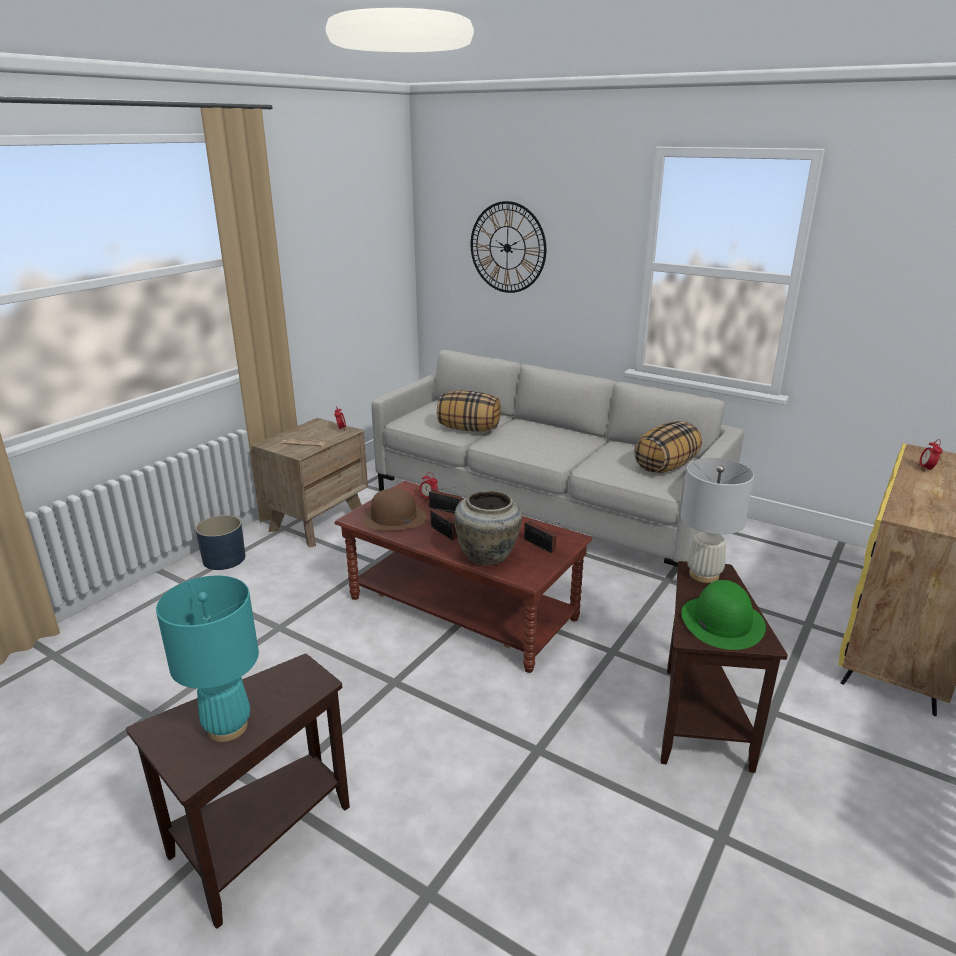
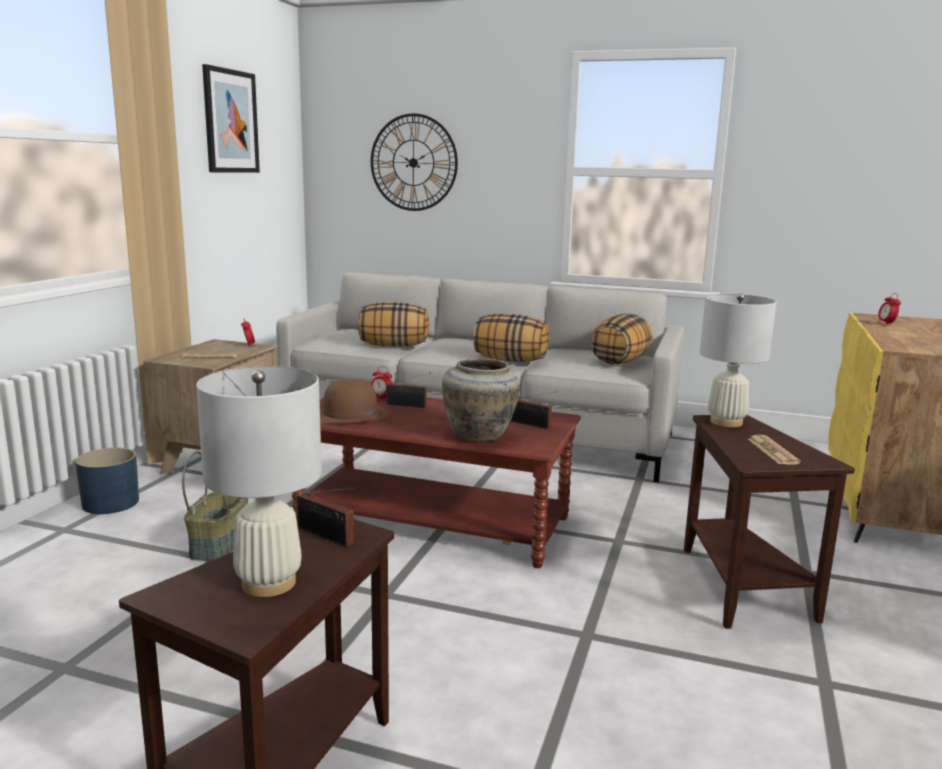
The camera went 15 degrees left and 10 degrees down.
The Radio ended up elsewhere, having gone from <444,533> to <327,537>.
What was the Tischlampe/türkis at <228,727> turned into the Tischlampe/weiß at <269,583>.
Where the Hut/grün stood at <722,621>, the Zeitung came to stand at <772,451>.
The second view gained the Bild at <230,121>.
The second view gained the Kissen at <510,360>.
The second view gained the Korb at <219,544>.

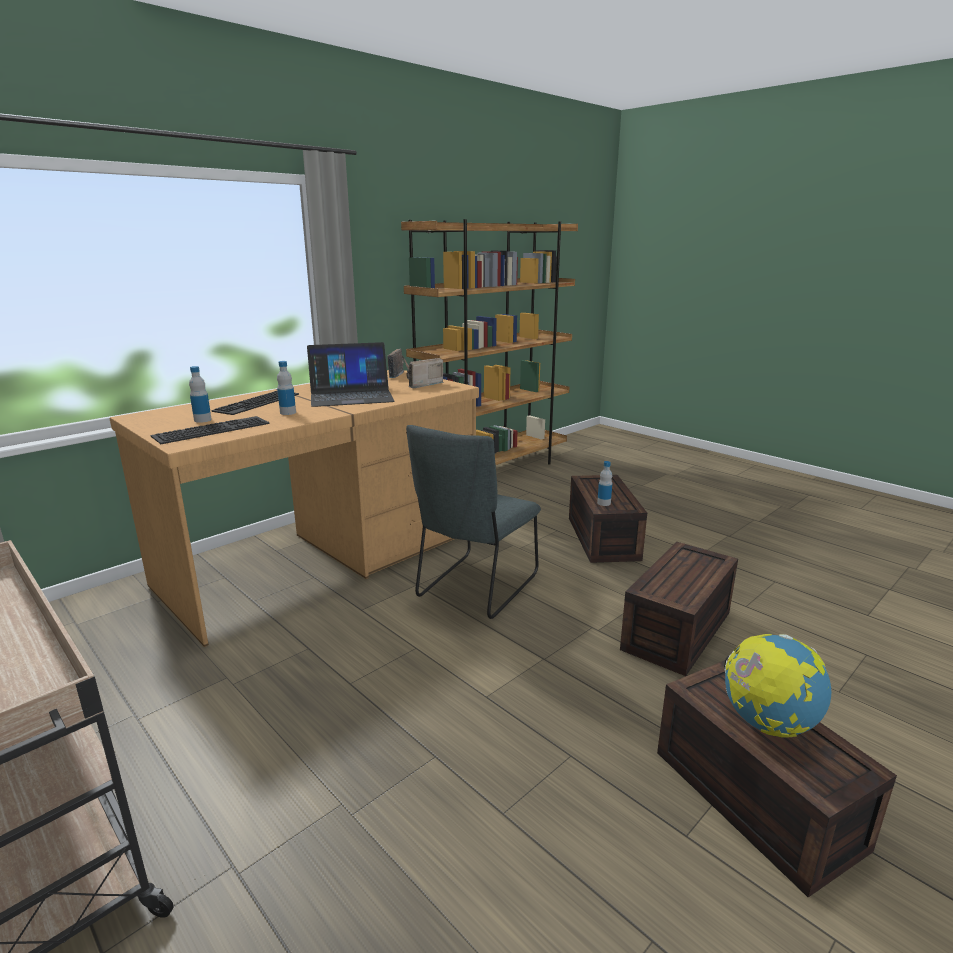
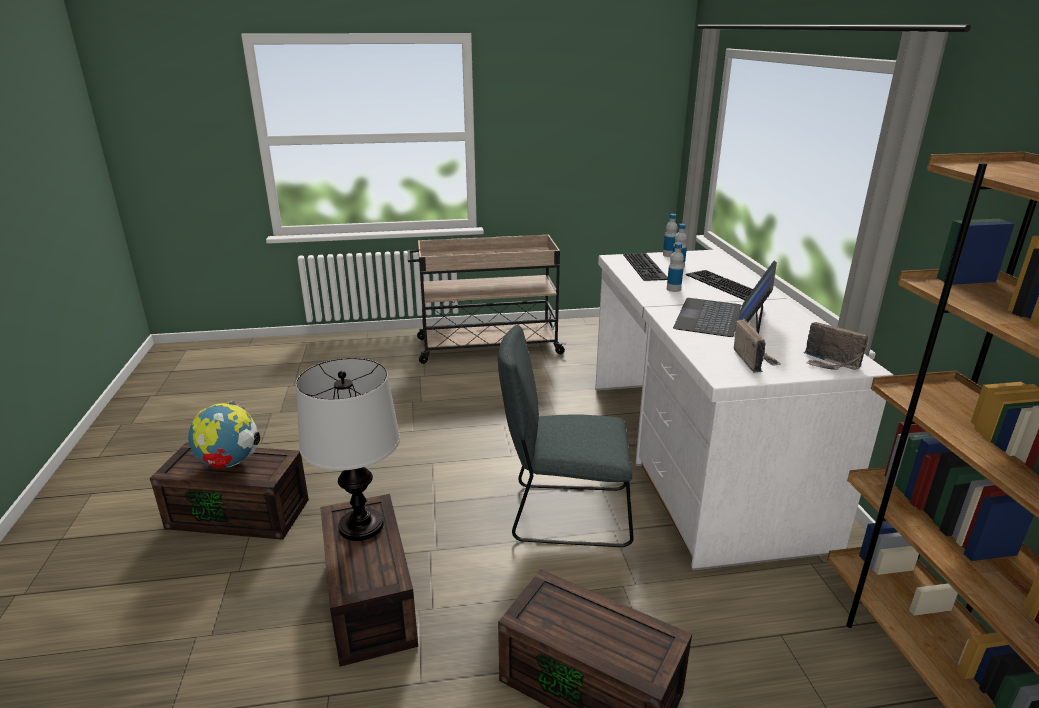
The camera went 125 degrees right and 5 degrees up.
What was the Schreibtisch/braun at <327,558> turned into the Schreibtisch/weiß at <694,456>.
The Stuhl/grau at <475,588> ended up facing another way, 60 degrees counterclockwise from before.
The Flasche ended up elsewhere, having gone from <604,503> to <669,255>.
The second view gained the Tischlampe at <360,526>.

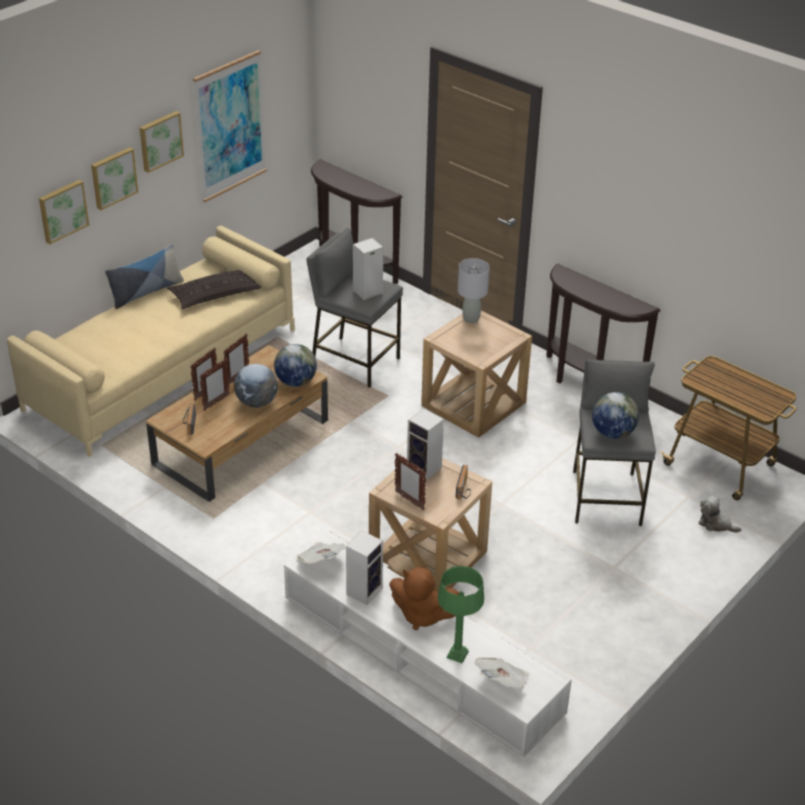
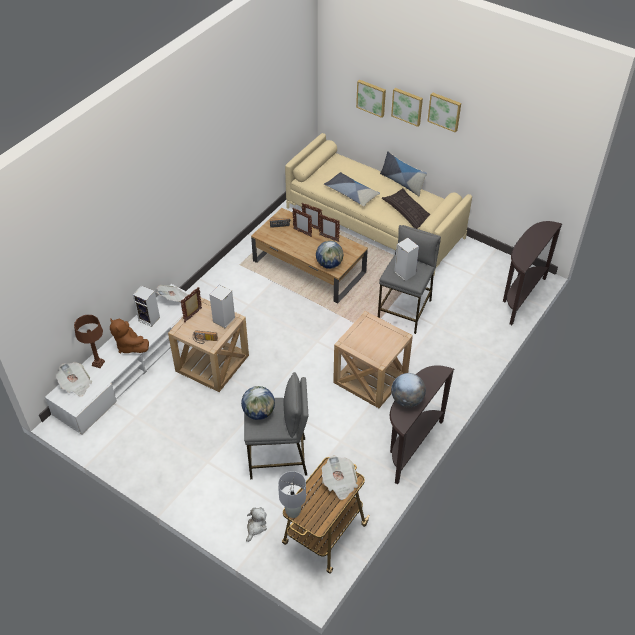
The camera went 85 degrees right and 10 degrees up.
The second view lost the Bild at <230,126>.
The Tischlampe/grau ended up elsewhere, having gone from <470,319> to <293,512>.
The Globus ended up elsewhere, having gone from <257,402> to <407,400>.
What was the Tischlampe/grün at <457,655> turned into the Tischlampe/braun at <98,363>.
The Plüschtier/braun at <422,615> ended up facing another way, 60 degrees counterclockwise from before.
The second view gained the Kissen at <351,193>.
The second view gained the Zeitung at <339,483>.

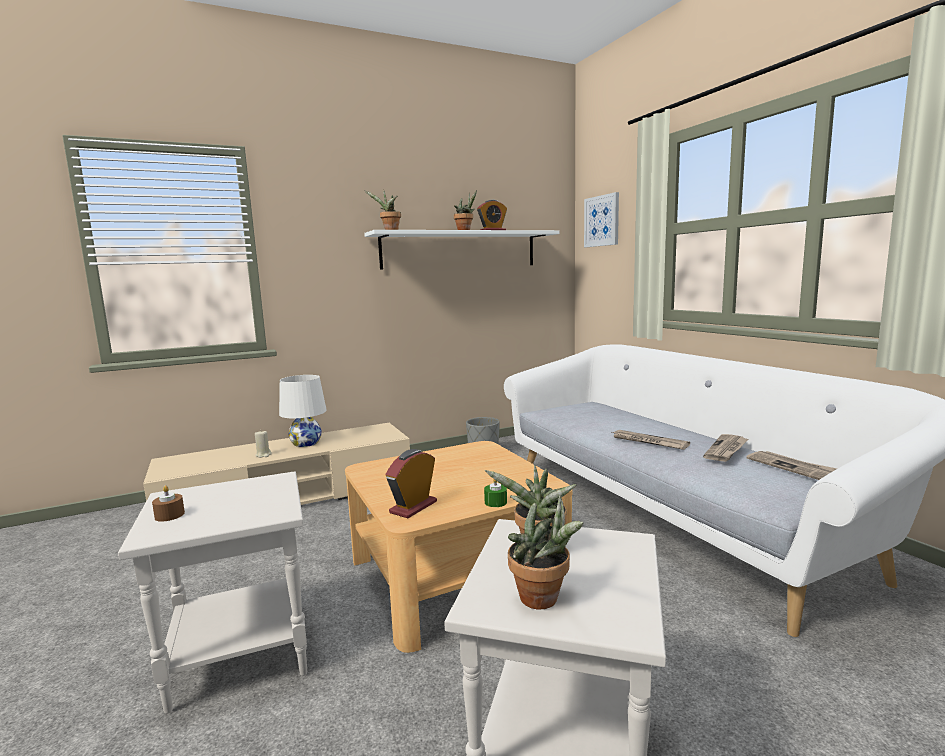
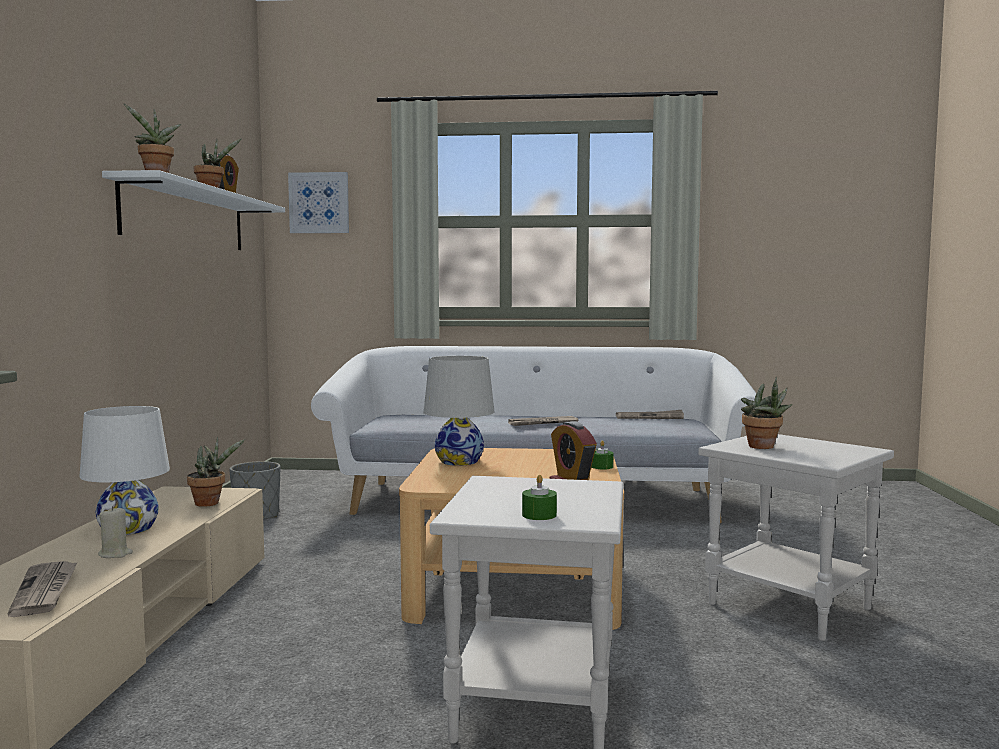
The camera went 60 degrees left and 5 degrees down.
The Zeitung ended up elsewhere, having gone from <726,450> to <45,591>.
What was the Kerze/braun at <169,515> turned into the Kerze/grün at <539,515>.
The Topfpflanze ended up elsewhere, having gone from <544,600> to <211,503>.
The second view gained the Tischlampe/weiß at <459,461>.

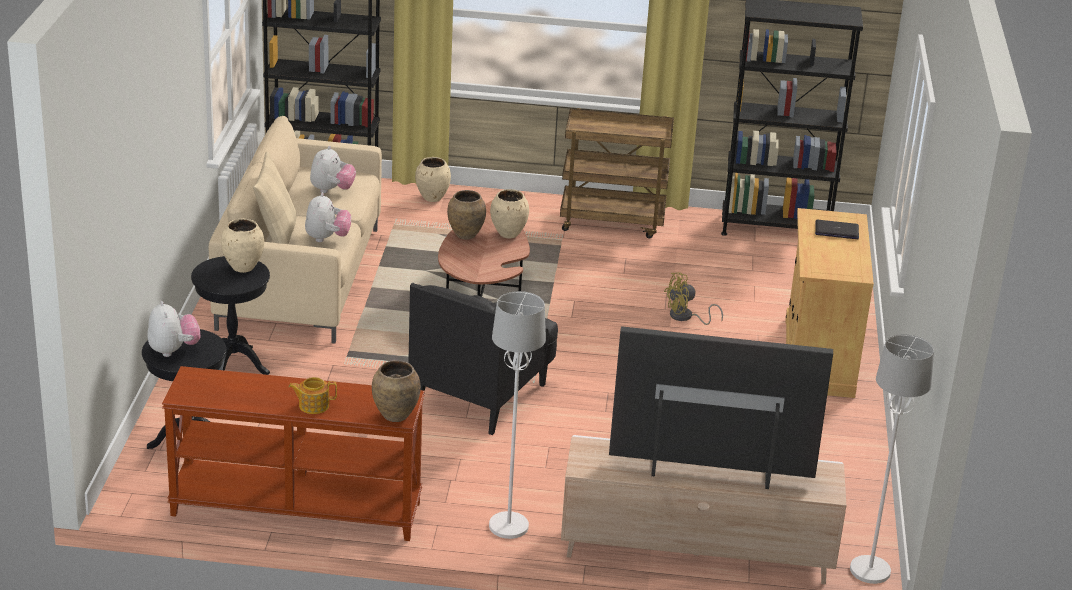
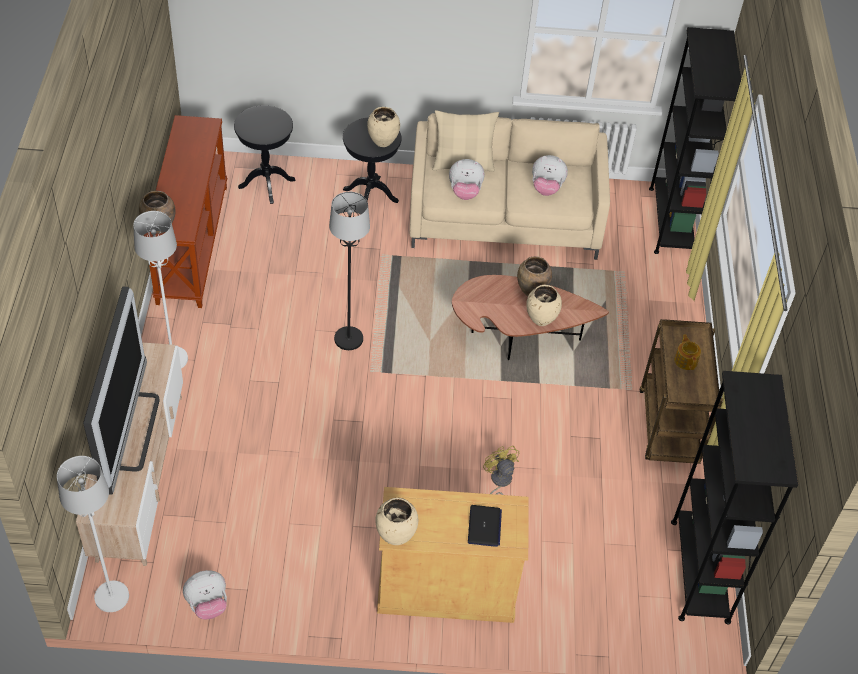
The camera went 85 degrees right and 20 degrees up.
The Vase/beige ended up elsewhere, having gone from <432,198> to <395,536>.
Where the Sessel/schwarz stood at <481,395>, the Stehlampe/schwarz came to stand at <348,338>.
The Plüschtier ended up elsewhere, having gone from <173,350> to <207,605>.
The Teekanne ended up elsewhere, having gone from <313,405> to <686,360>.

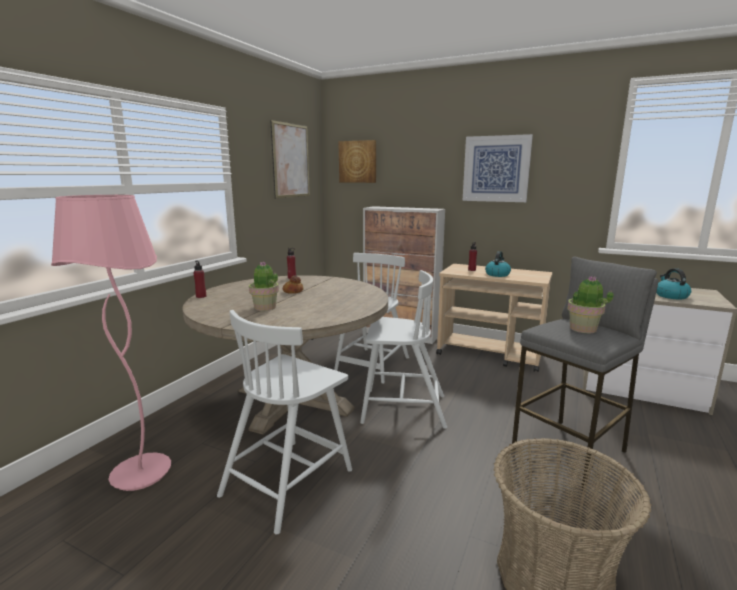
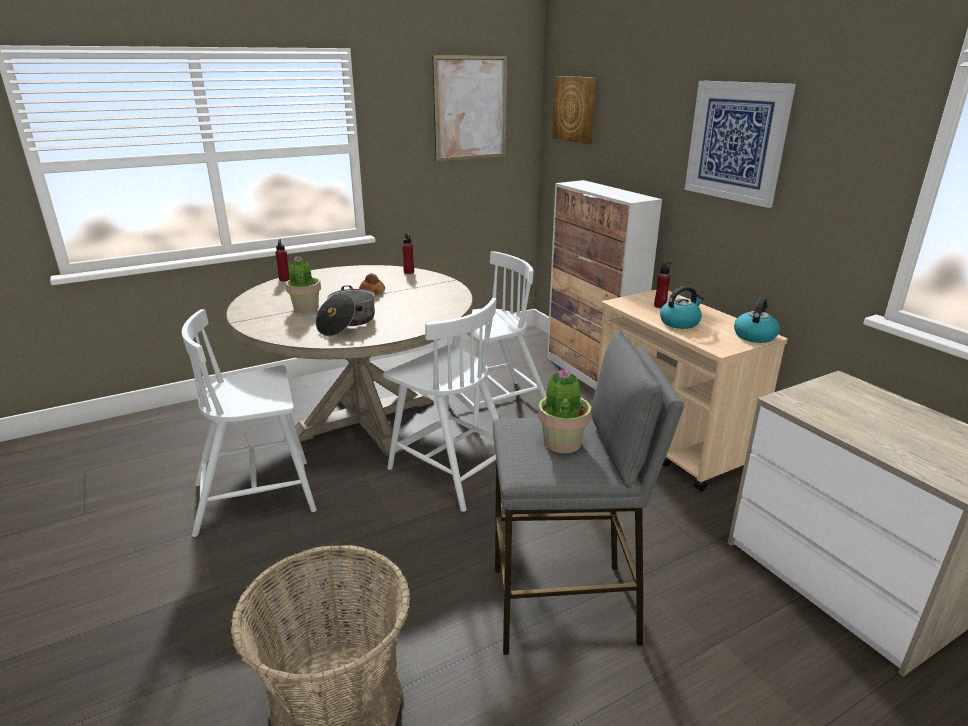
The camera went 35 degrees right and 10 degrees up.
The second view lost the Stehlampe/rosa at <141,474>.
The Wasserkessel ended up elsewhere, having gone from <671,296> to <754,336>.
The second view gained the Kochtopf at <347,323>.

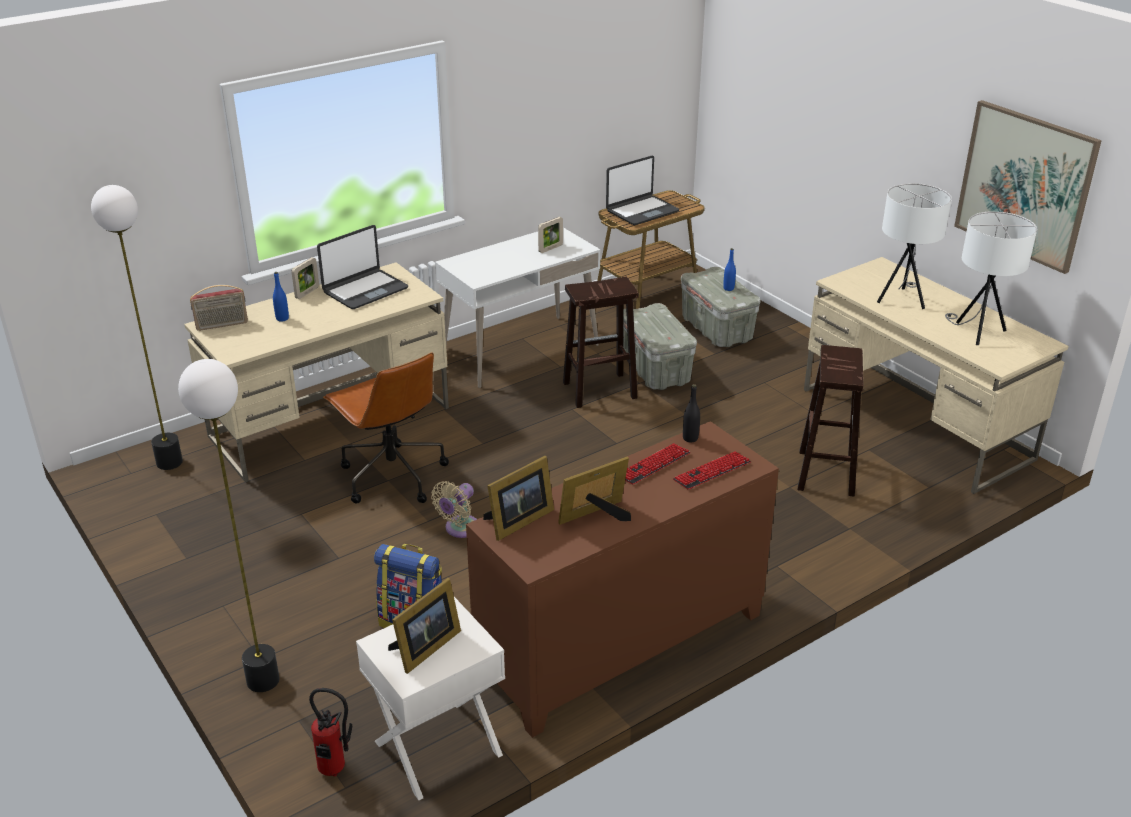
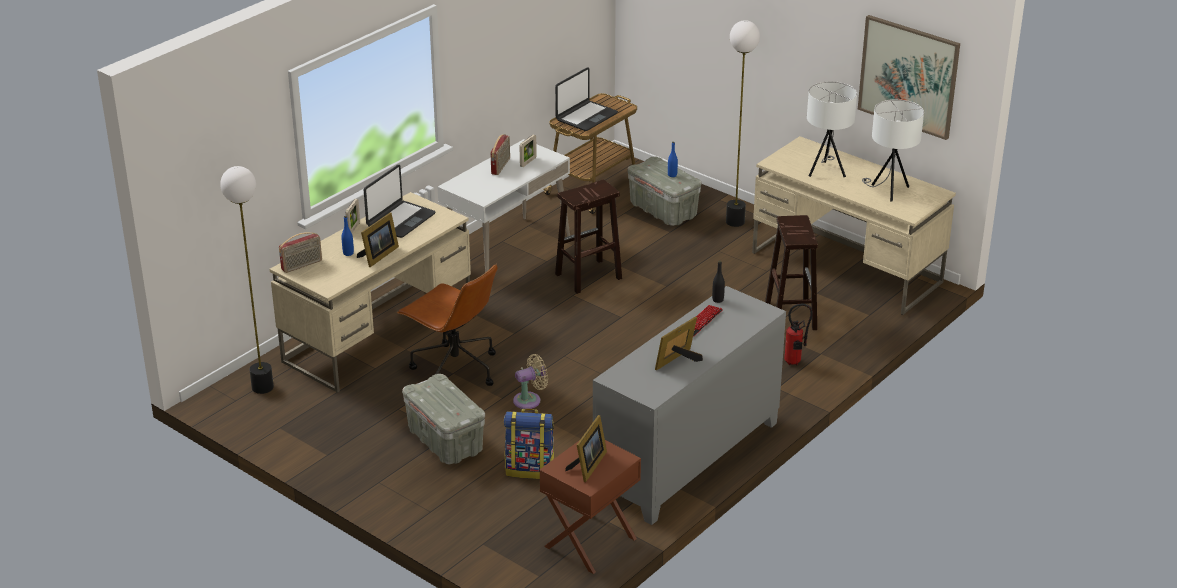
The camera went 15 degrees left and 0 degrees up.
The Aufbewahrungsbox/grau ended up elsewhere, having gone from <656,370> to <446,441>.
The Stehlampe ended up elsewhere, having gone from <263,681> to <735,222>.
What was the Schrank/braun at <623,646> turned into the Schrank/grau at <688,459>.
The second view lost the Tastatur at <712,472>.
The Bilderrahmen ended up elsewhere, having gone from <517,521> to <378,256>.
The Ventilator/beige at <459,529> ended up facing another way, 135 degrees counterclockwise from before.
What was the Nachttisch/weiß at <439,749> turned into the Nachttisch/braun at <591,543>.
The Feuerlöscher ended up elsewhere, having gone from <335,771> to <795,362>.
The second view gained the Radio at <501,166>.

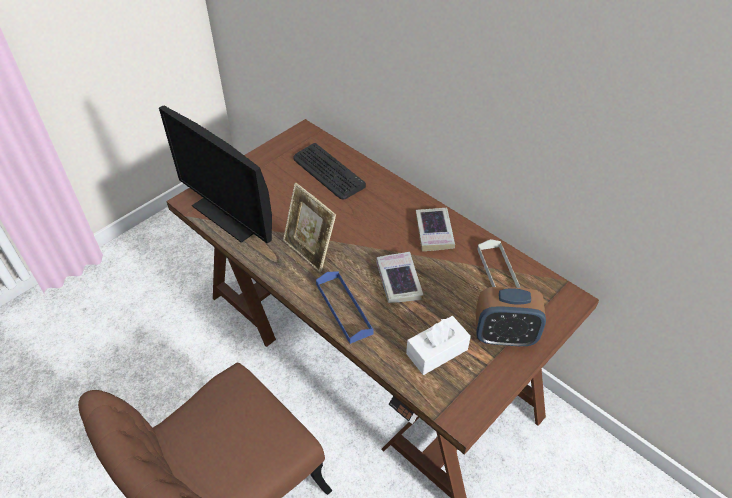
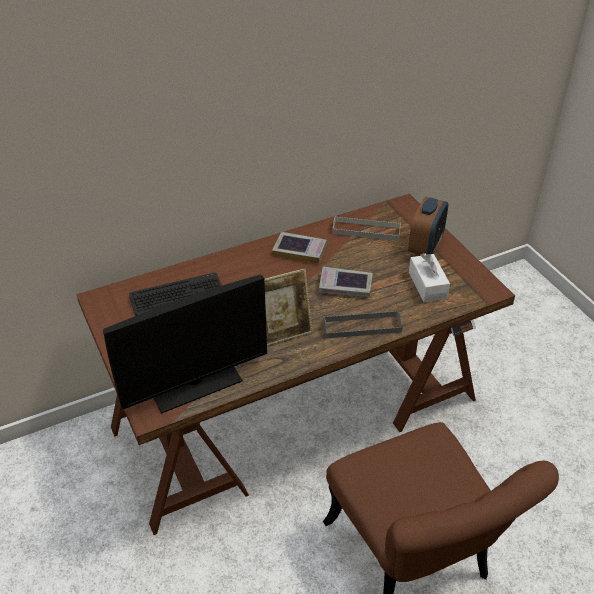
The camera went 70 degrees left and 5 degrees down.
What was the Tablett/blau at <344,308> turned into the Tablett/grau at <362,327>.

